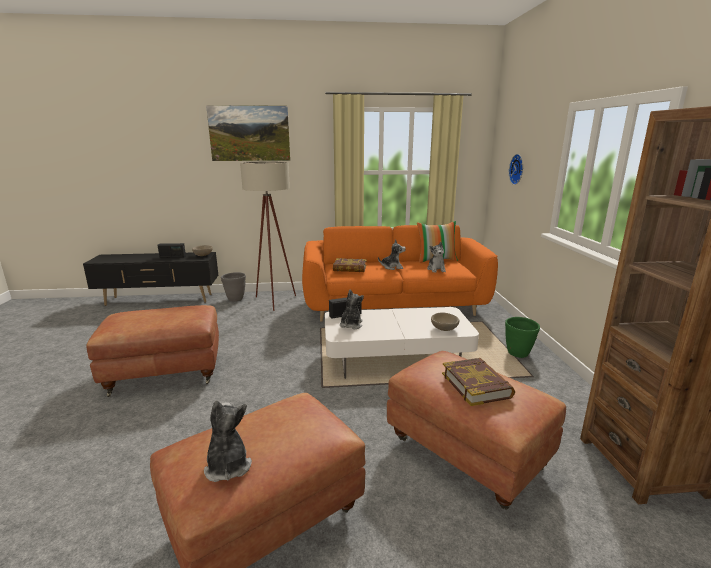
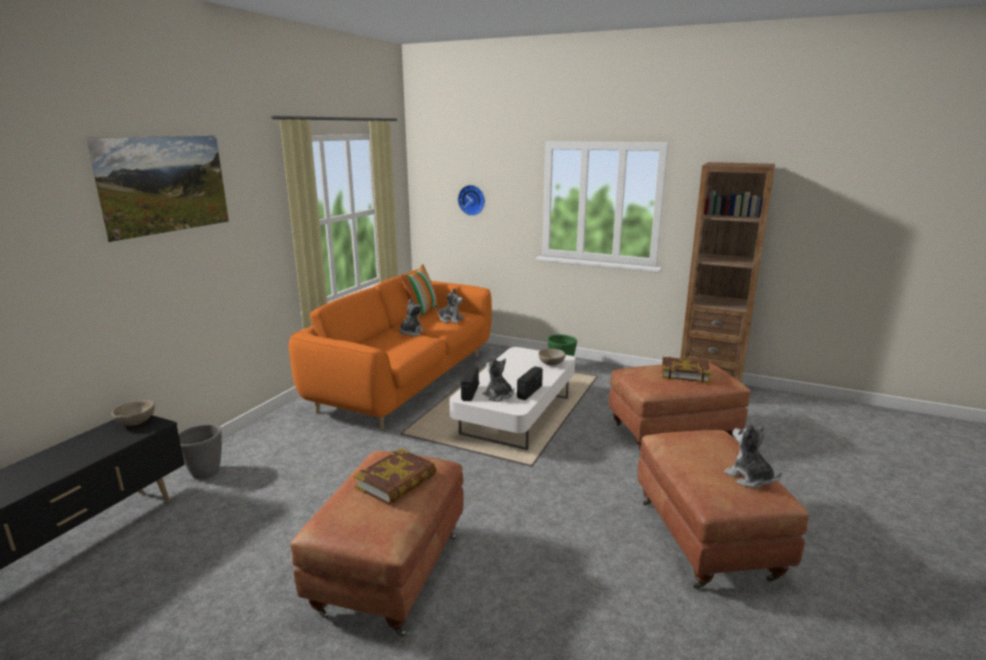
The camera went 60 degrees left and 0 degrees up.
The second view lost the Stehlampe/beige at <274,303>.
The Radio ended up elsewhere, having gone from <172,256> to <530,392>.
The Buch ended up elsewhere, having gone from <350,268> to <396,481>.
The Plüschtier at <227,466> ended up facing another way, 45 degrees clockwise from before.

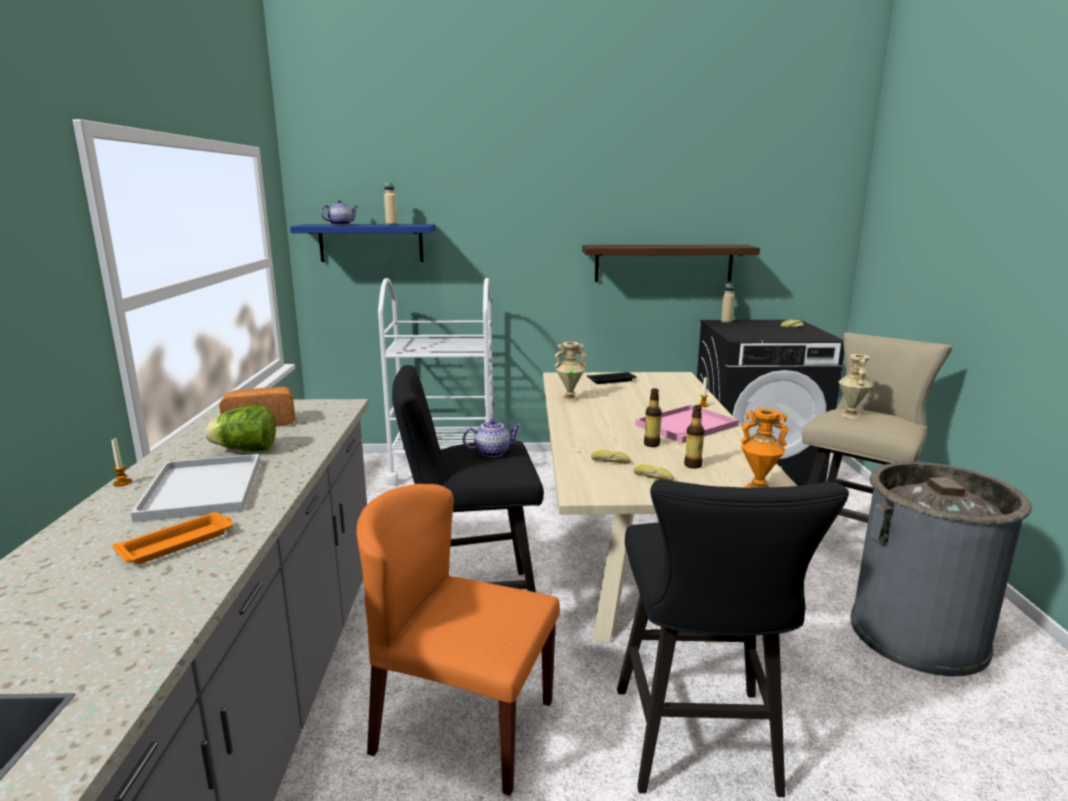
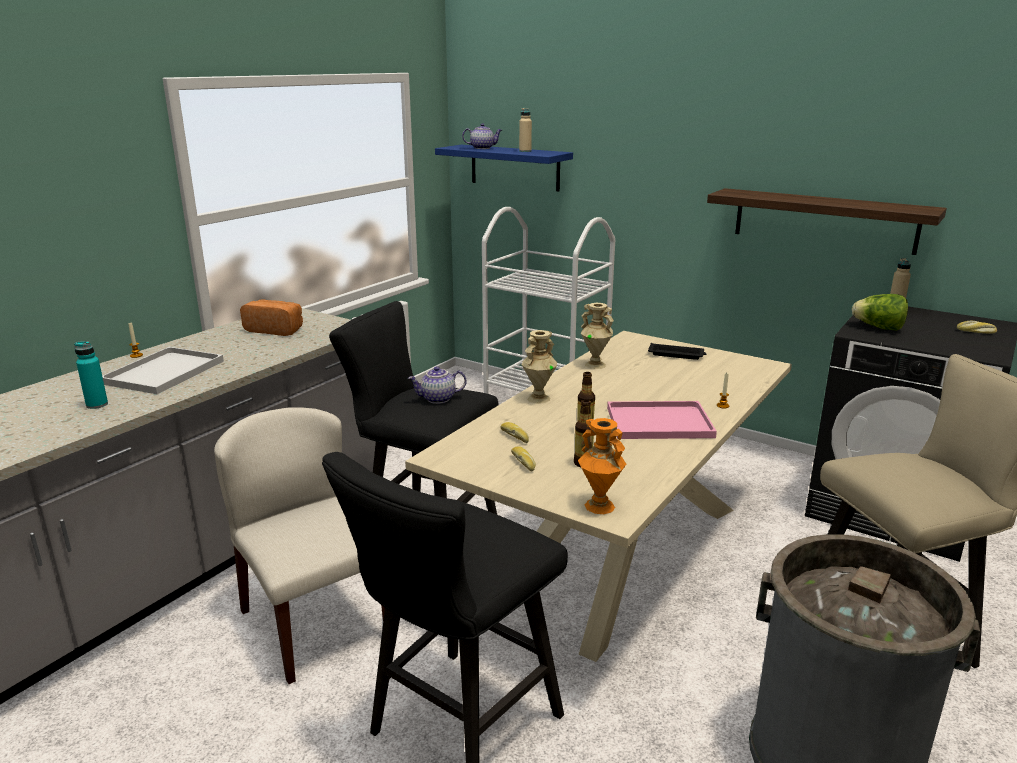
The camera went 35 degrees right and 5 degrees up.
The Vase/beige ended up elsewhere, having gone from <850,415> to <538,398>.
The Salatkopf ended up elsewhere, having gone from <246,450> to <878,328>.
The Teekanne at <492,452> ended up facing another way, 150 degrees clockwise from before.
What was the Stuhl/orange at <462,726> turned into the Stuhl/beige at <314,623>.
Where the Tablett/orange stood at <179,543>, the Flasche/türkis came to stand at <97,405>.

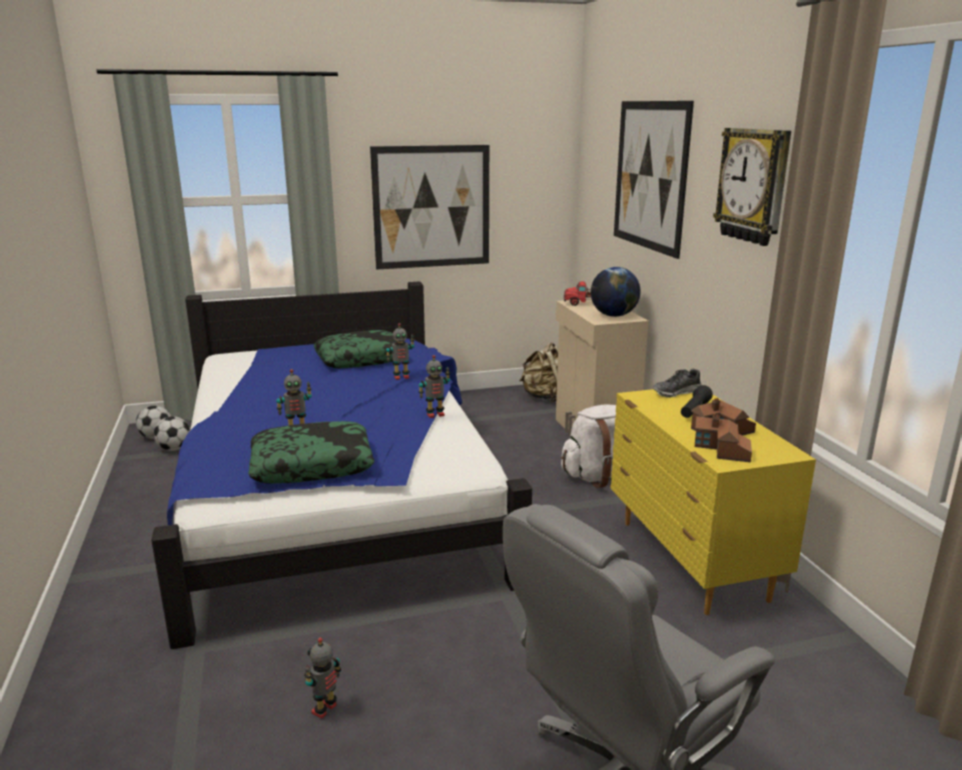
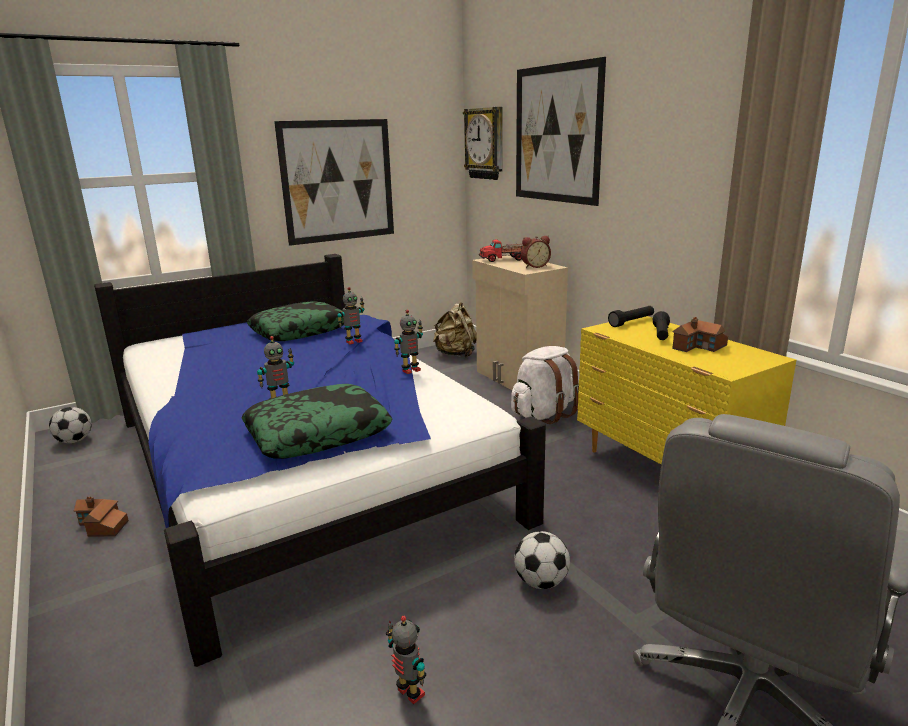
The camera went 15 degrees left and 0 degrees up.
The Wanduhr ended up elsewhere, having gone from <754,185> to <485,143>.
Where the Globus stood at <613,315>, the Wecker came to stand at <534,266>.
Where the Schuh stood at <676,392>, the Taschenlampe/schwarz came to stand at <631,322>.
The Spielzeughaus ended up elsewhere, having gone from <722,450> to <101,526>.
The Fußball ended up elsewhere, having gone from <174,449> to <541,582>.
The Spielzeugroboter at <325,710> ended up facing another way, 120 degrees clockwise from before.

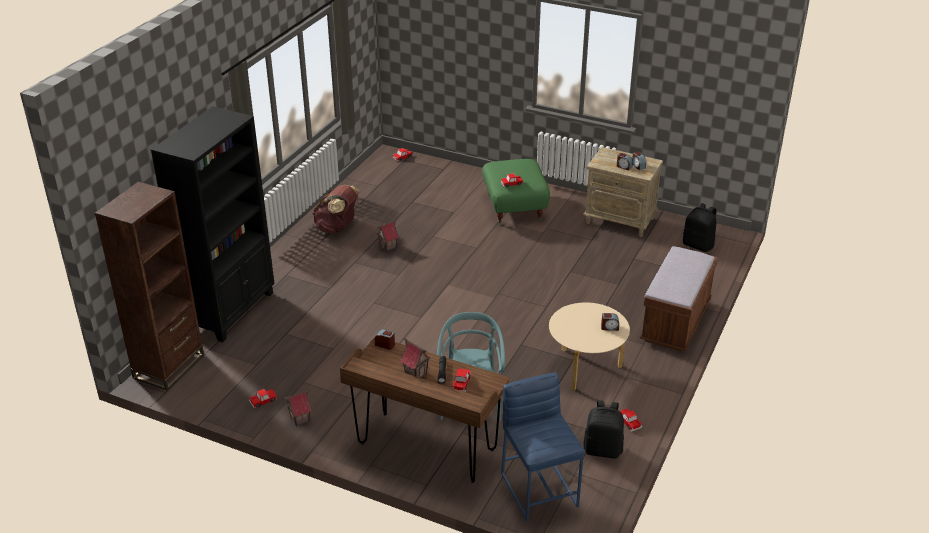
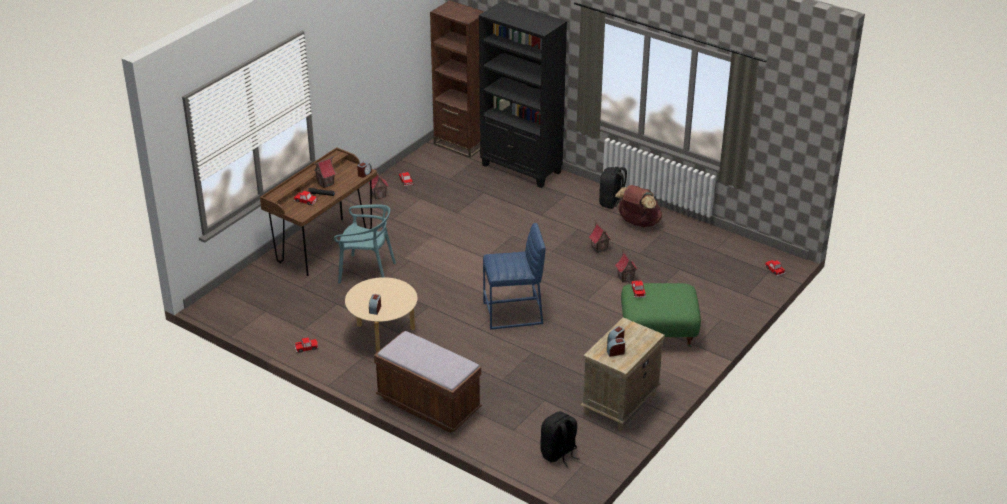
The camera went 100 degrees right and 0 degrees up.
The Hocker/blau ended up elsewhere, having gone from <539,489> to <513,313>.
The Rucksack/schwarz ended up elsewhere, having gone from <603,449> to <612,202>.
The second view gained the Spielzeughaus at <625,278>.

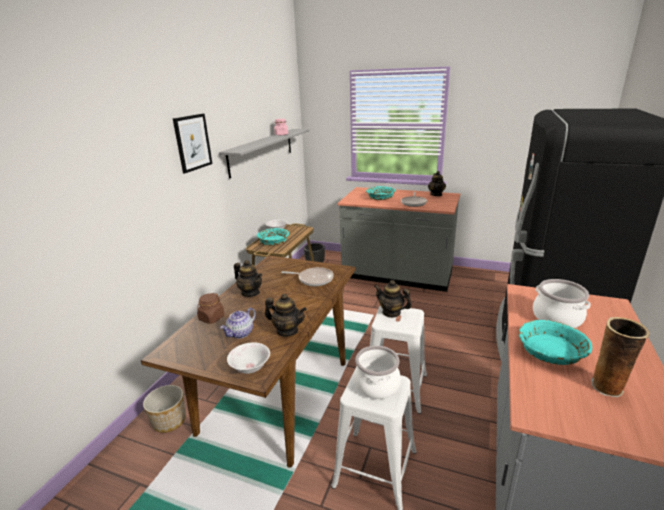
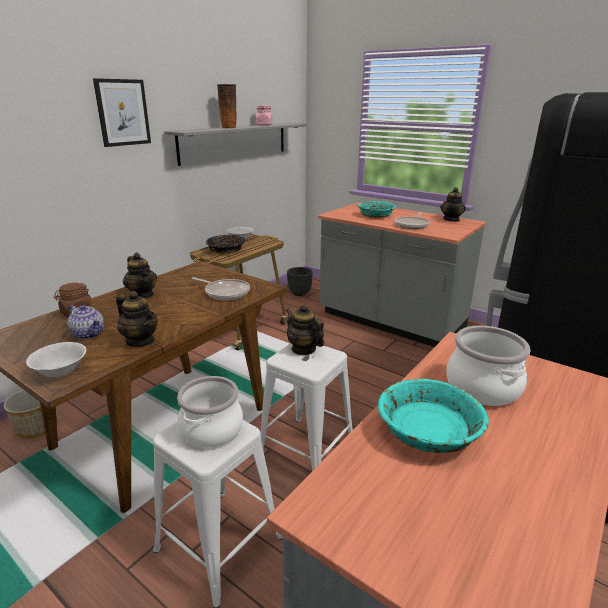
The camera went 15 degrees right and 0 degrees up.
What was the Schüssel/türkis at <273,242> turned into the Schüssel/schwarz at <225,250>.
The Teekanne at <240,333> ended up facing another way, 105 degrees counterclockwise from before.
The Vase ended up elsewhere, having gone from <608,387> to <229,128>.

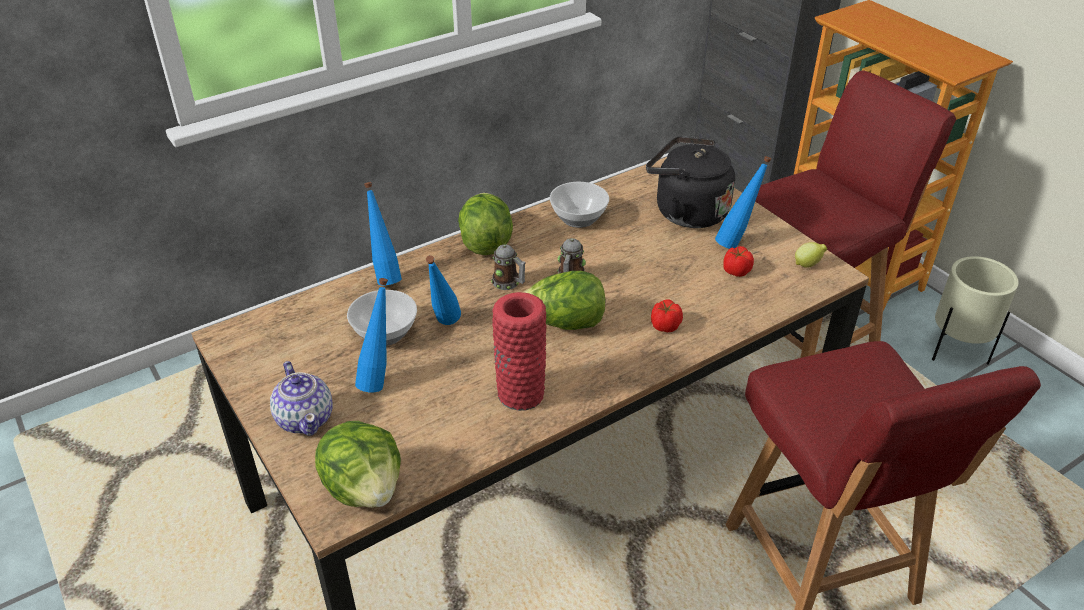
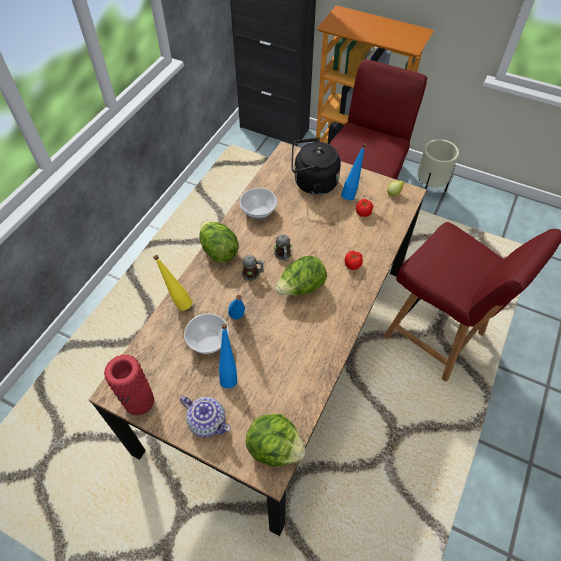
The camera went 30 degrees left and 15 degrees up.
What was the Flasche/blau at <385,276> turned into the Flasche/gelb at <178,301>.
The Vase/rot ended up elsewhere, having gone from <520,393> to <139,400>.

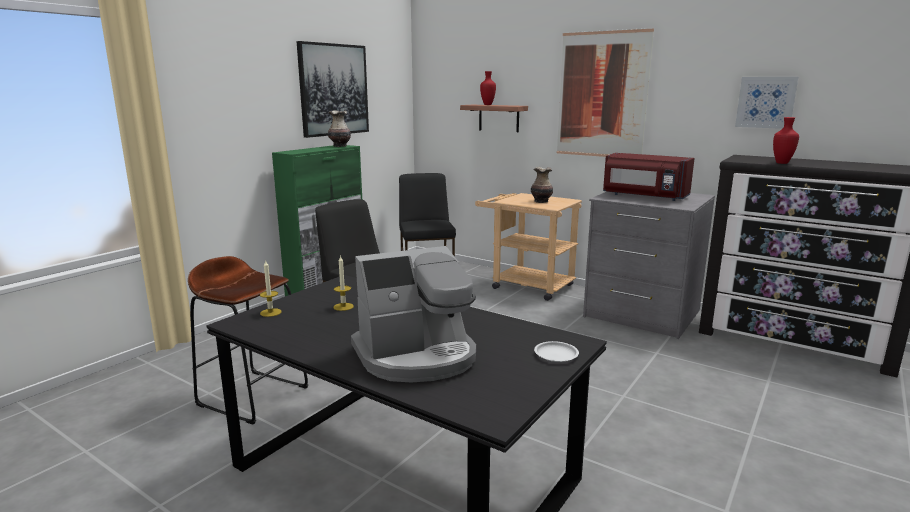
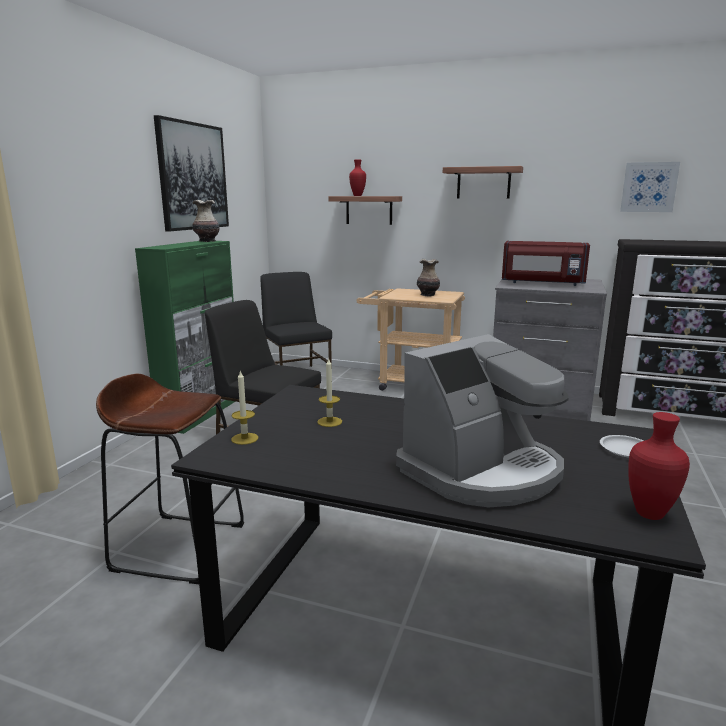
The camera went 15 degrees left and 0 degrees up.
Where the Bild hung at <602,95>, the Wandregal came to hang at <483,183>.
The Vase/rot ended up elsewhere, having gone from <781,163> to <649,514>.

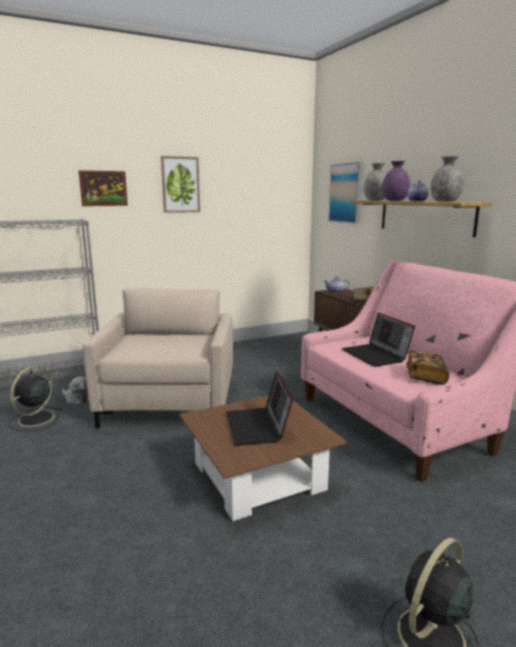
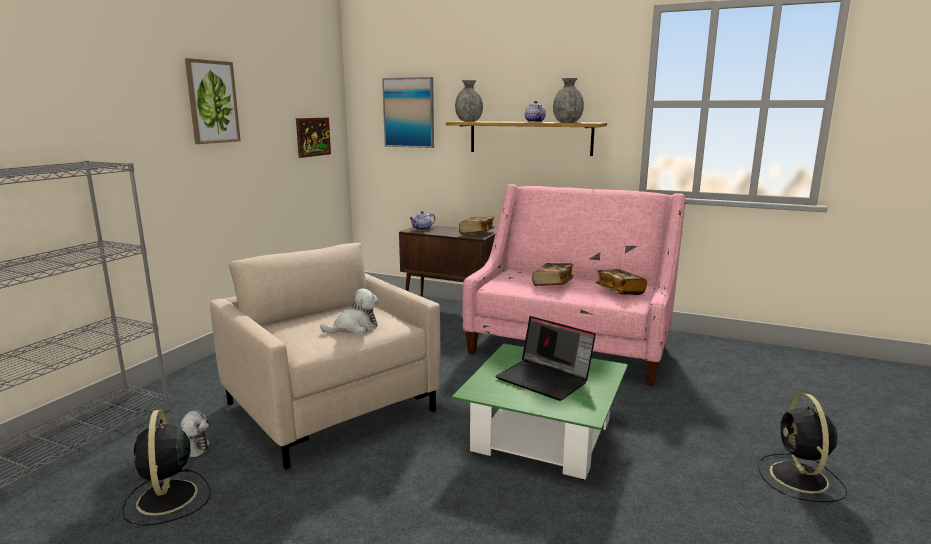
The camera went 40 degrees left and 0 degrees up.
The second view lost the Vase/lila at <394,200>.
The Bild ended up elsewhere, having gone from <103,188> to <313,137>.
Where the Laptop stood at <376,355>, the Buch came to stand at <552,284>.
What was the Couchtisch/braun at <258,476> turned into the Couchtisch/grün at <542,435>.
The second view gained the Plüschtier at <354,328>.

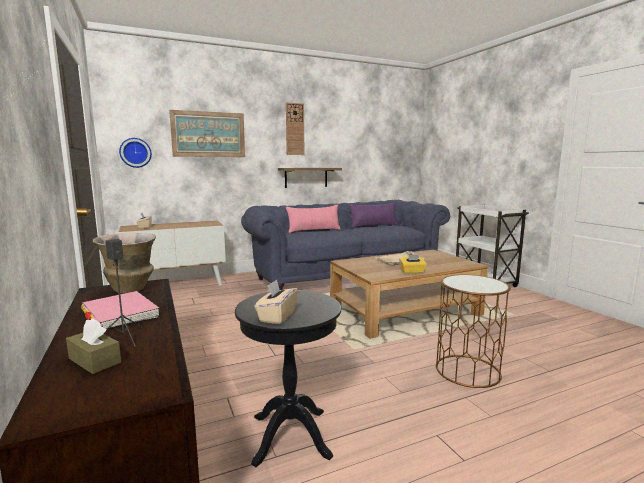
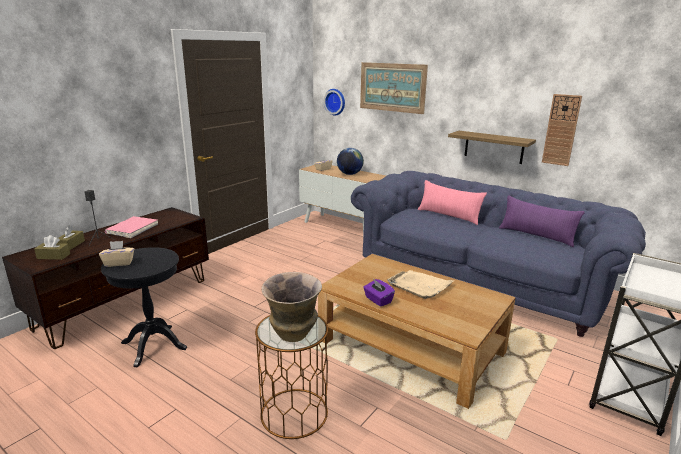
The camera went 60 degrees right and 10 degrees up.
The Wanduhr ended up elsewhere, having gone from <295,129> to <561,130>.
The Vase ended up elsewhere, having gone from <131,289> to <293,335>.
What was the Taschentuchbox/gelb at <412,272> turned into the Taschentuchbox/lila at <378,300>.
The second view gained the Globus at <349,174>.
The second view gained the Taschentuchbox/braun at <53,256>.

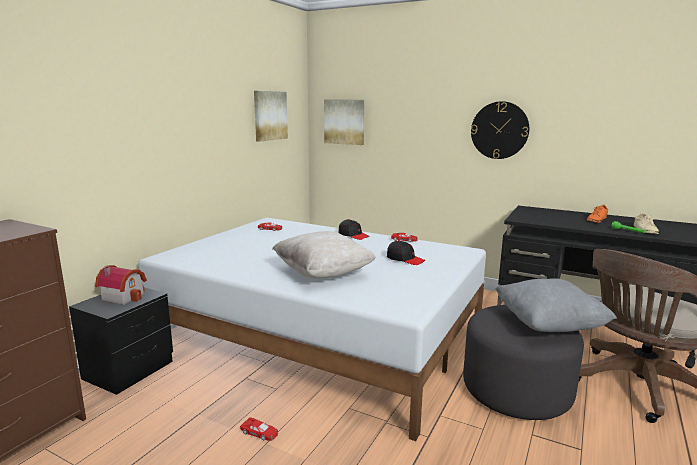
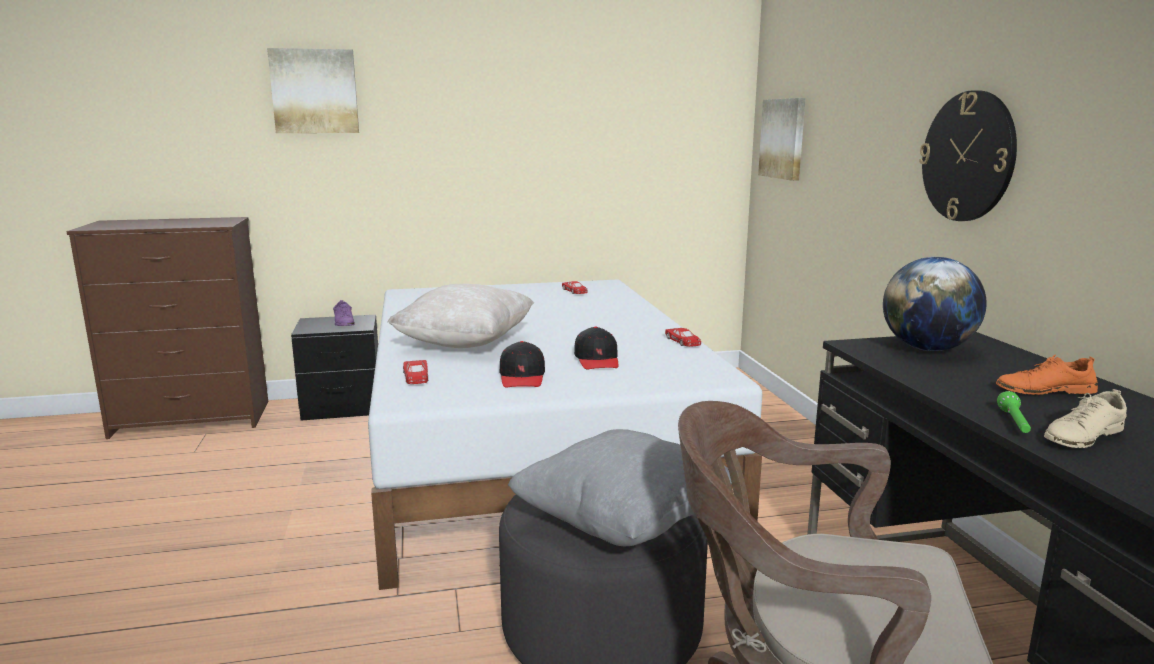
The camera went 50 degrees right and 0 degrees up.
The Bild ended up elsewhere, having gone from <269,115> to <314,91>.
The Kappe/schwarz ended up elsewhere, having gone from <353,235> to <522,377>.
Where the Spielzeughaus stood at <124,296>, the Schuh/lila came to stand at <344,322>.
The Spielzeugauto/rot ended up elsewhere, having gone from <259,432> to <416,377>.
The second view gained the Globus at <927,349>.

